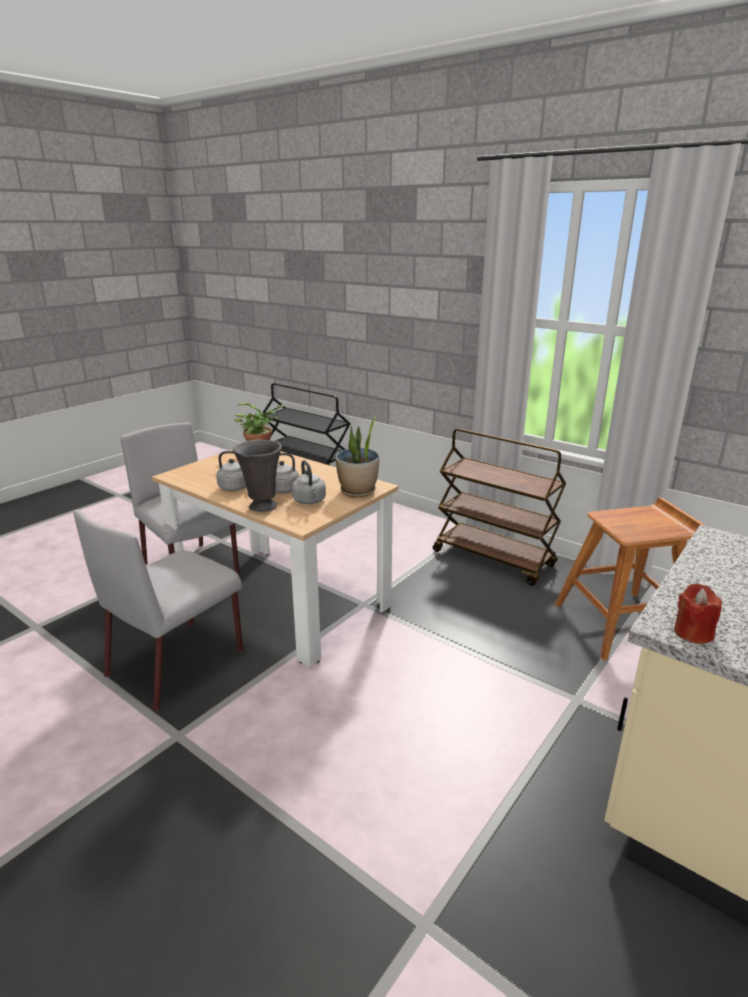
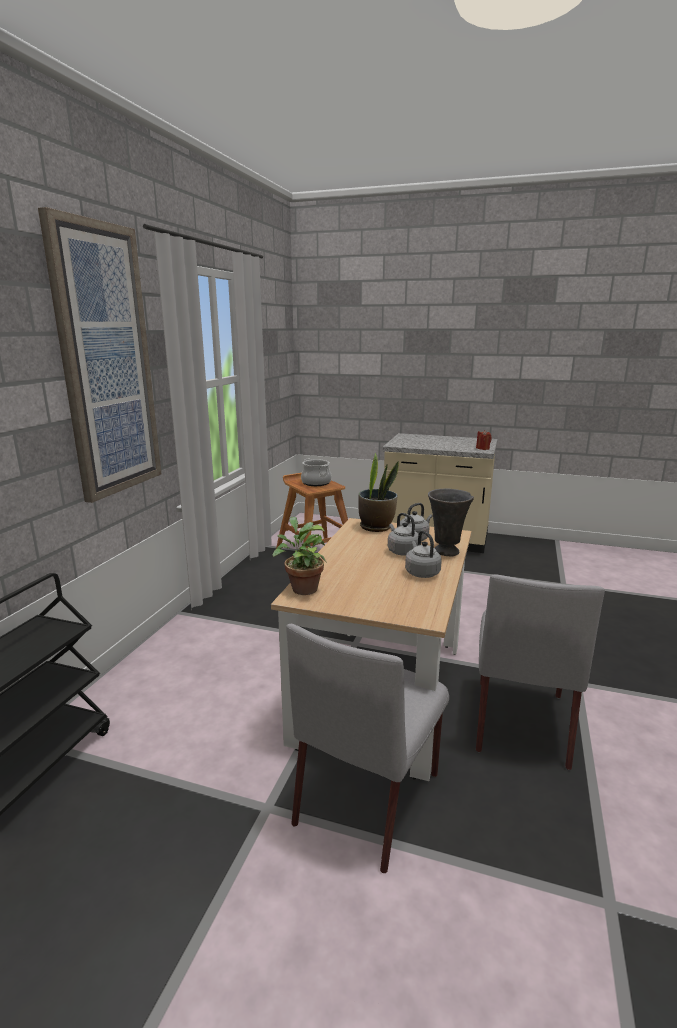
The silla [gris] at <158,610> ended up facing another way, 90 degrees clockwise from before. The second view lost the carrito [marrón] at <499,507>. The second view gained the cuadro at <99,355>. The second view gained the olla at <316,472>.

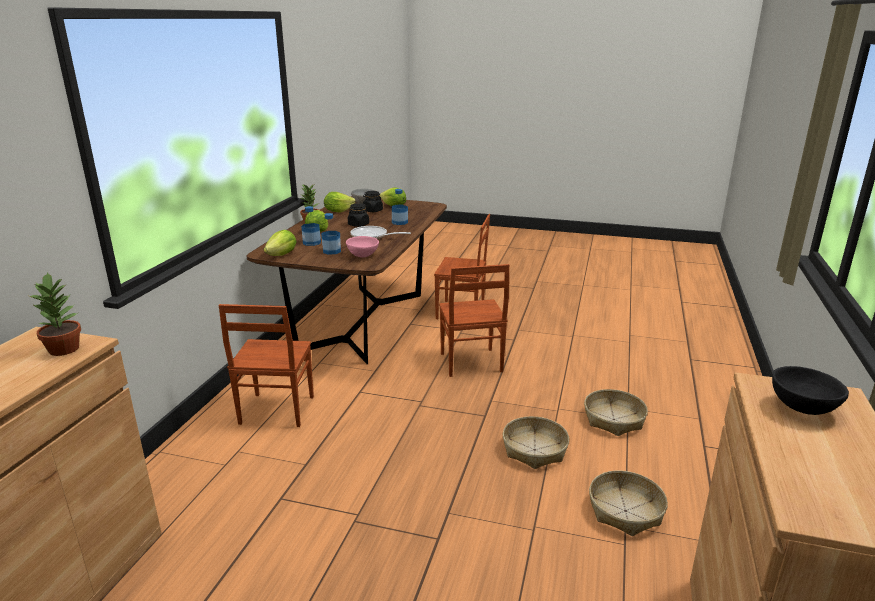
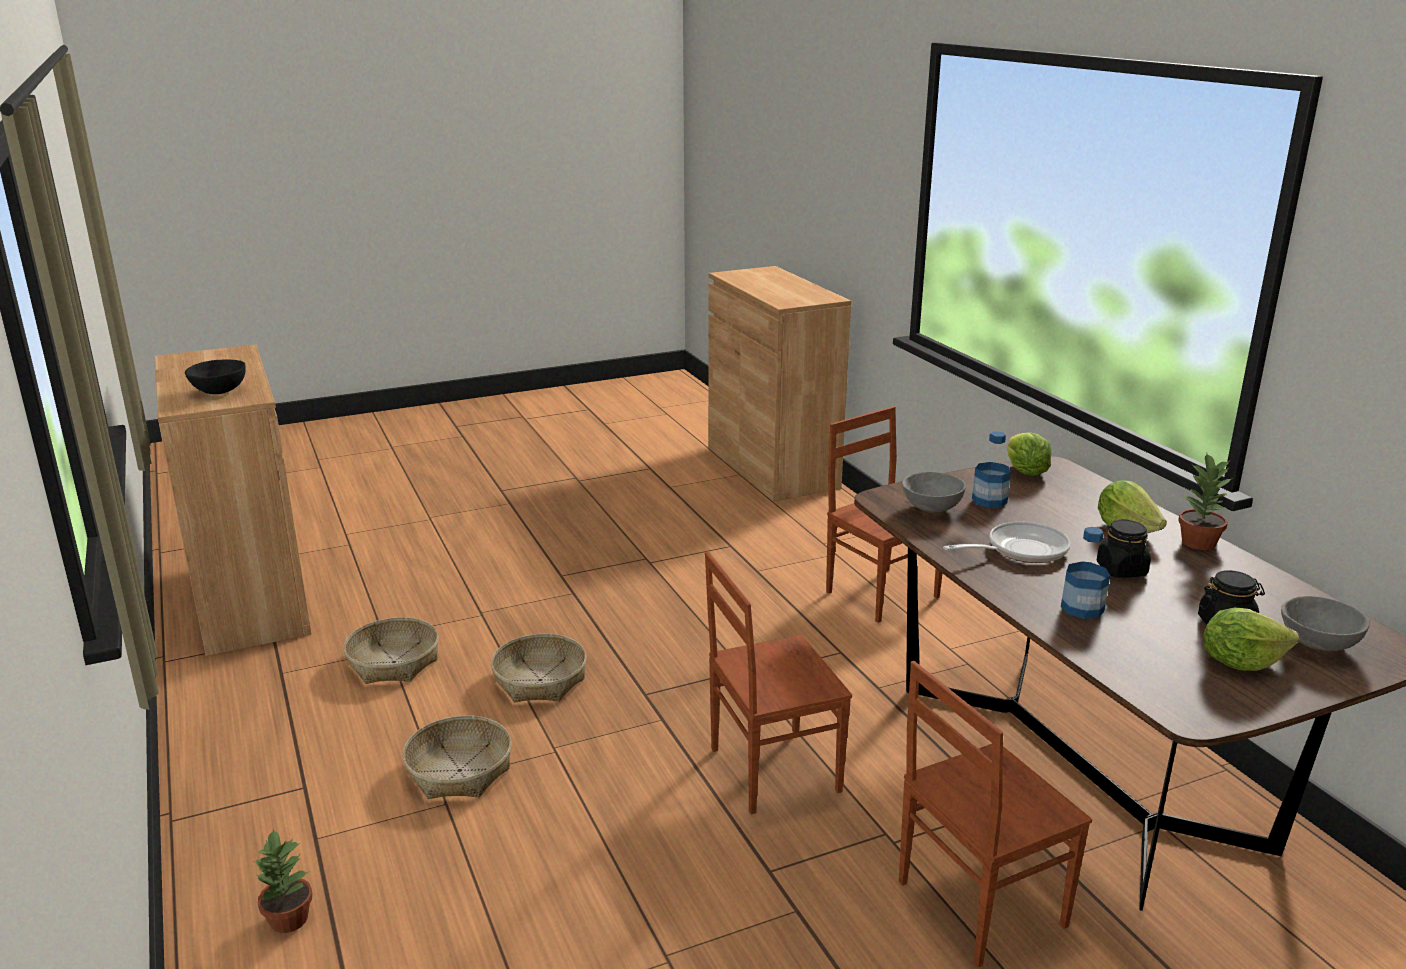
The planta en maceta ended up elsewhere, having gone from <54,314> to <283,881>. The second view lost the botella at <311,226>. The second view lost the lechuga at <340,202>. What was the cuenco [rosa] at <362,247> turned into the cuenco [gris] at <934,492>. The silla [marrón] at <474,320> ended up facing another way, 60 degrees counterclockwise from before.

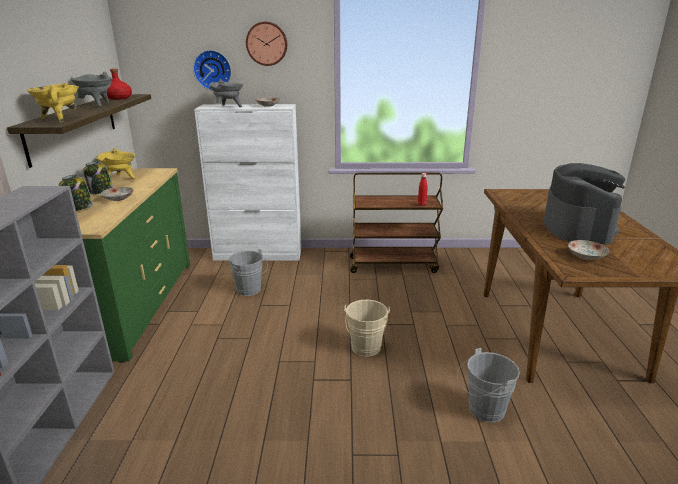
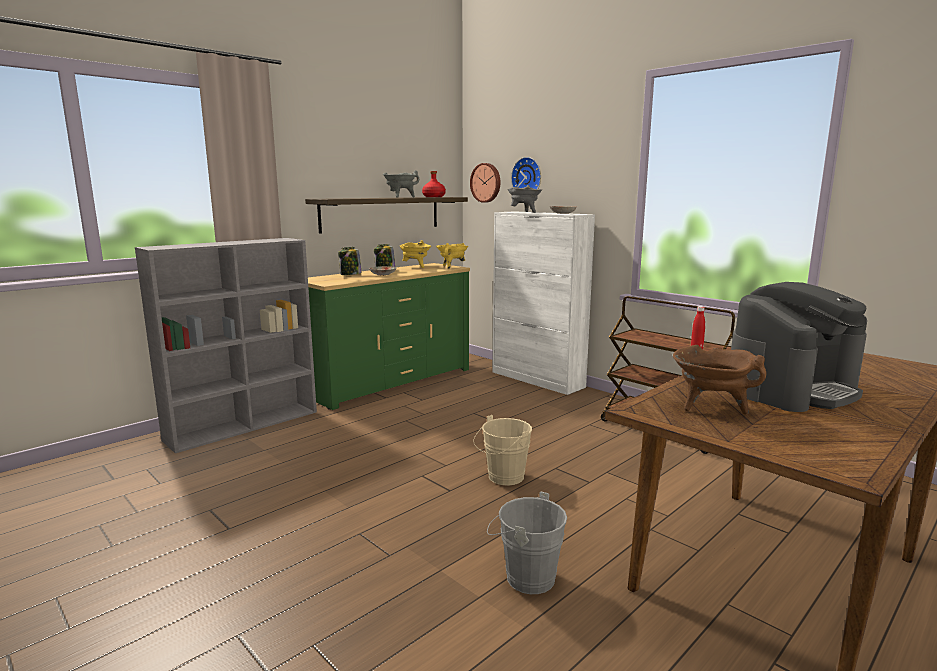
The olla [amarillo] ended up elsewhere, having gone from <53,102> to <452,256>. The second view lost the cubo [gris] at <248,272>. The reloj de pared ended up elsewhere, having gone from <266,44> to <485,183>. Where the plato stood at <588,250>, the olla [marrón] came to stand at <719,380>.

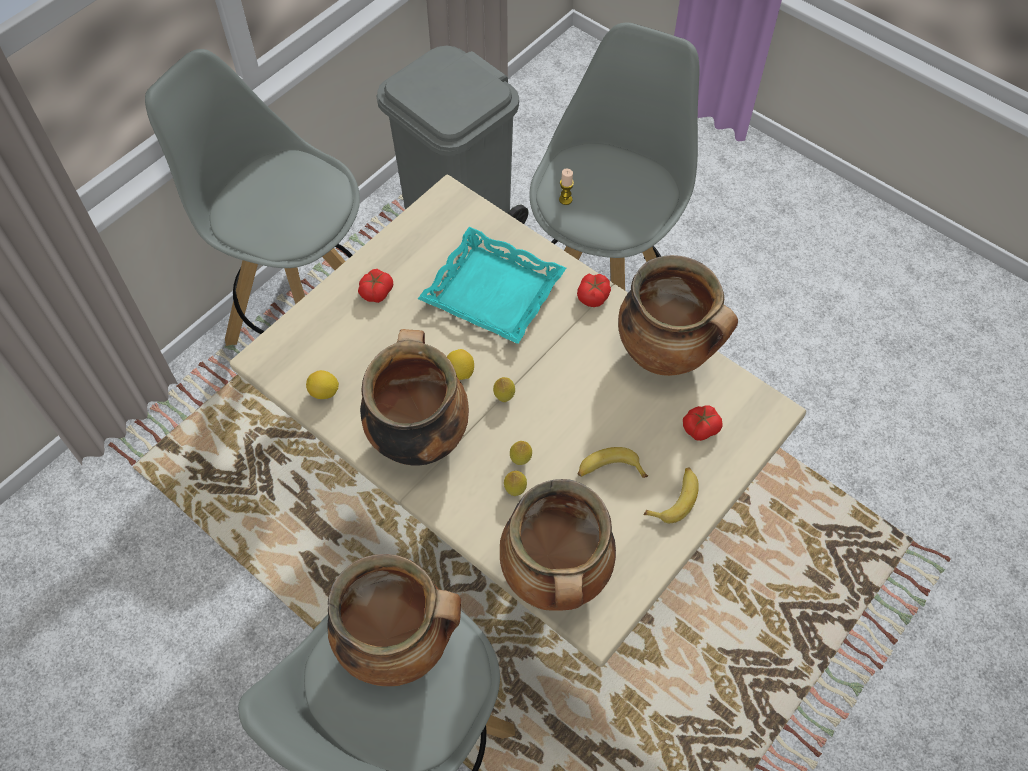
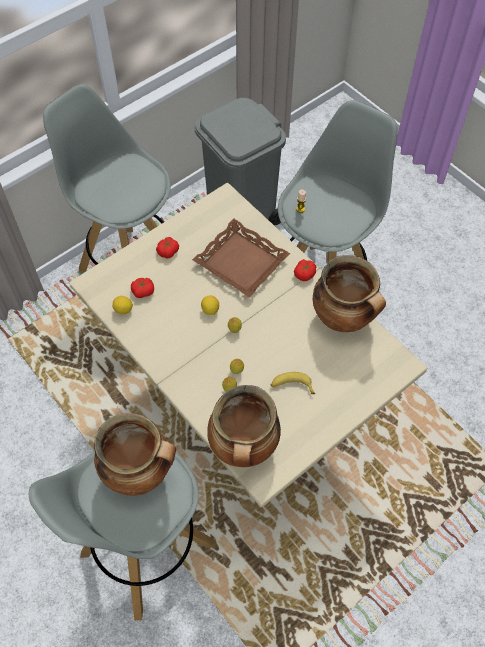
The second view lost the olla at <414,397>. What was the bandeja [turquesa] at <492,285> turned into the bandeja [marrón] at <241,257>. The second view lost the plátano at <671,495>. The tomate ended up elsewhere, having gone from <703,423> to <142,288>.

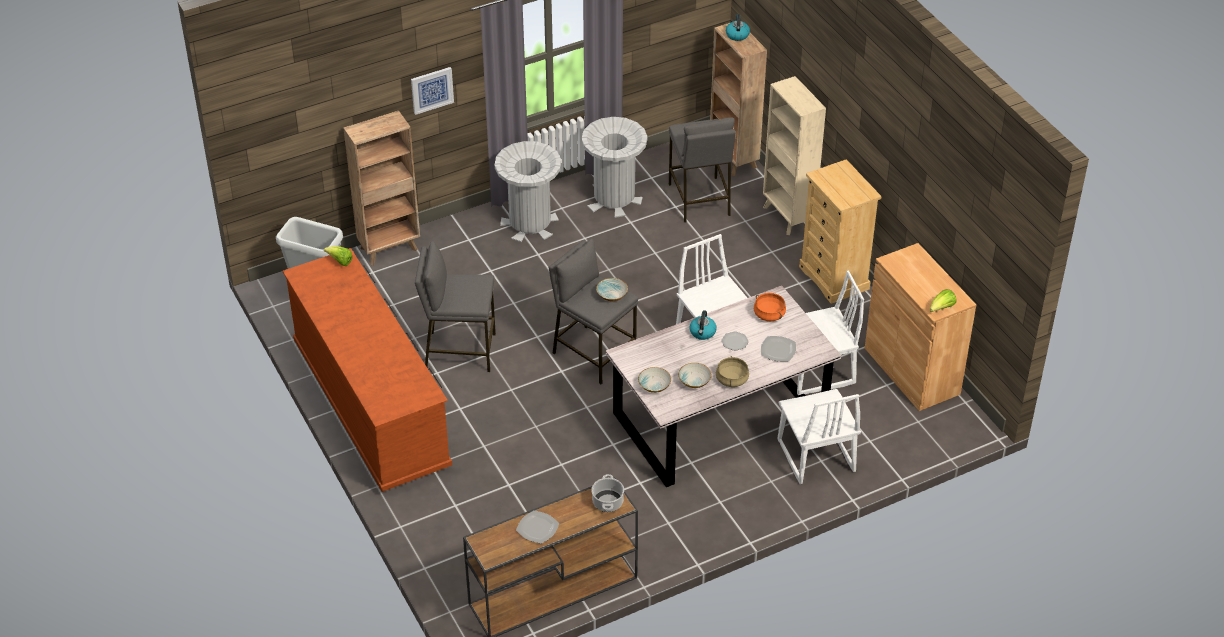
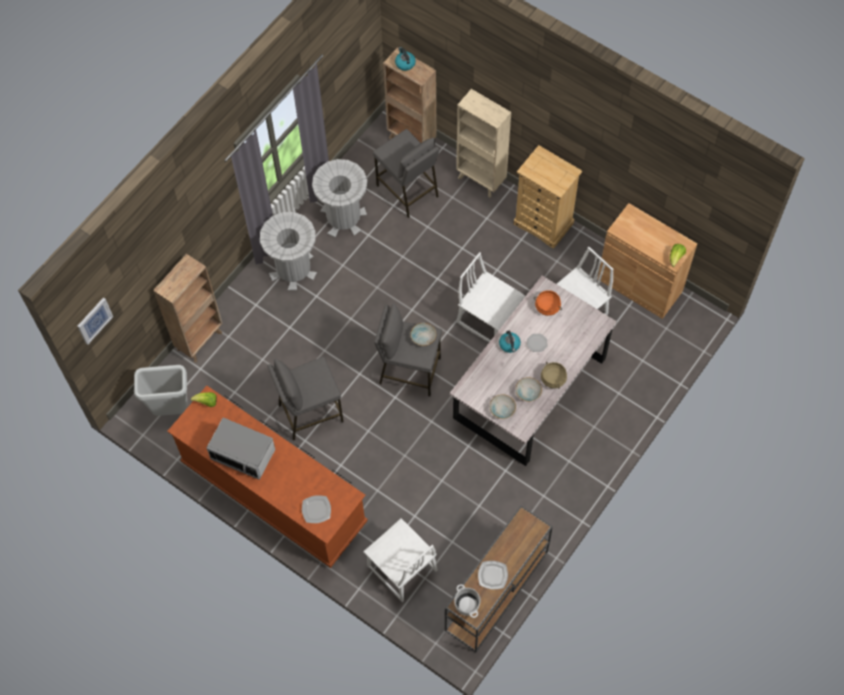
The cuadro ended up elsewhere, having gone from <432,91> to <95,321>. The olla ended up elsewhere, having gone from <607,493> to <467,601>. The plato ended up elsewhere, having gone from <778,348> to <316,509>. The silla [blanco] ended up elsewhere, having gone from <819,436> to <400,560>. The second view gained the microondas at <241,449>.

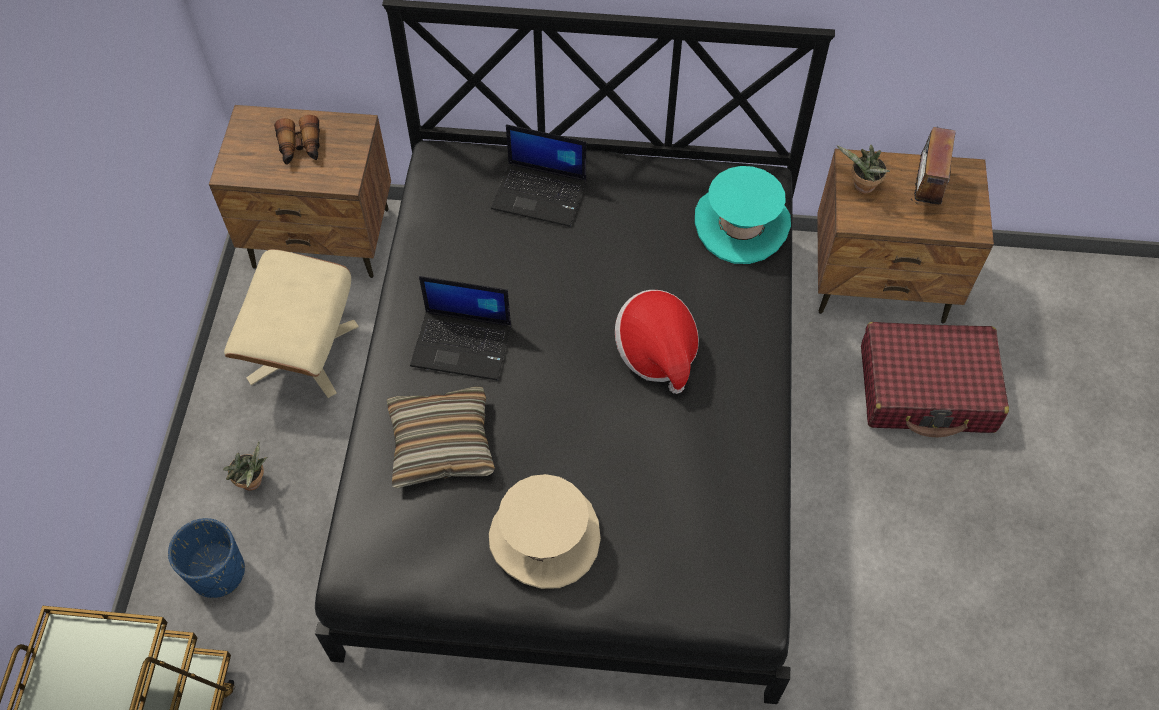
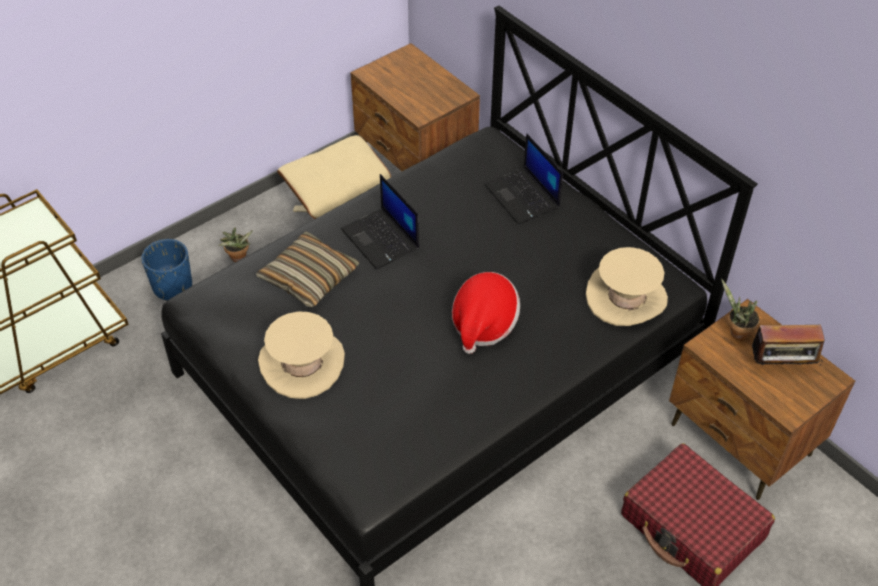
The second view lost the prismáticos at <297,140>. What was the sombrero [turquesa] at <743,215> turned into the sombrero [beis] at <627,286>. The radio at <929,165> ended up facing another way, 150 degrees counterclockwise from before.

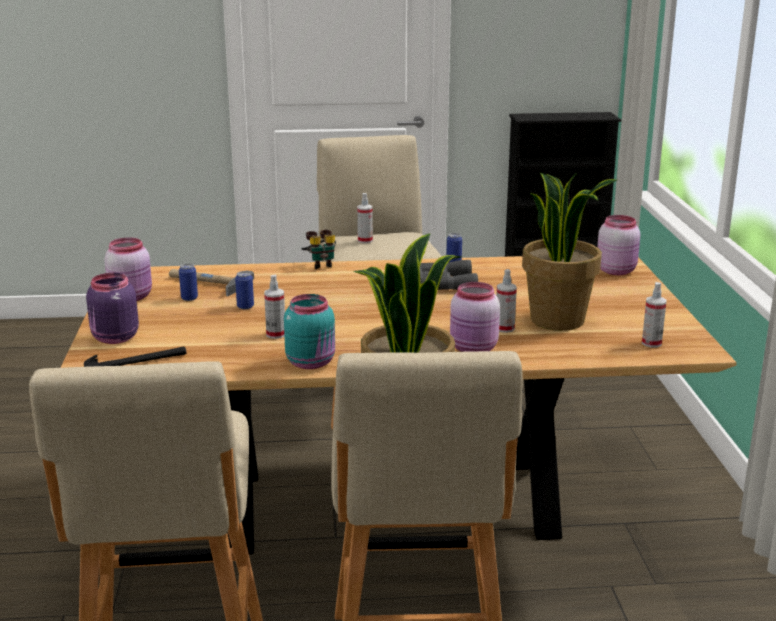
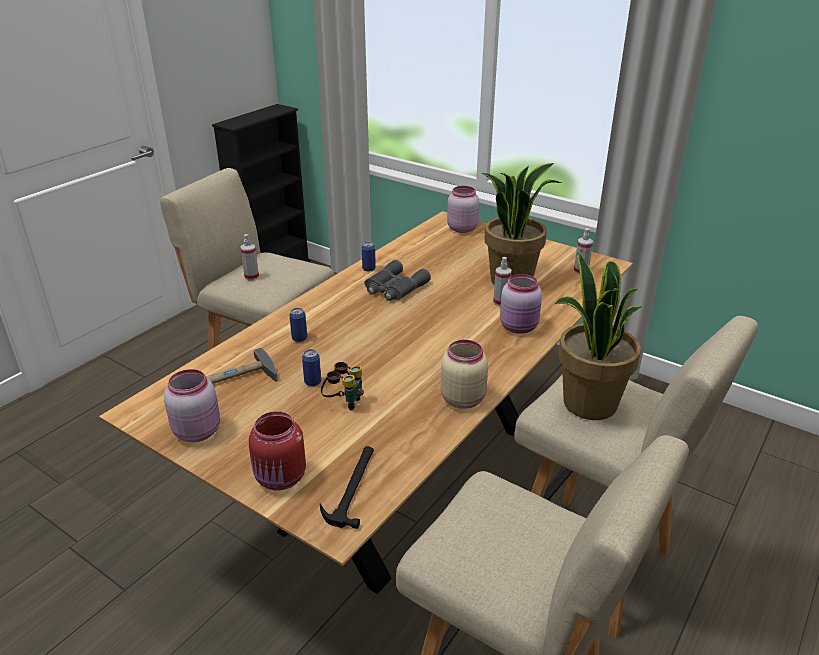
What was the tarro [morado] at <112,308> turned into the tarro [rojo] at <277,451>. The lata ended up elsewhere, having gone from <188,282> to <298,325>. The second view lost the pulverizador at <274,307>. What was the tarro [turquesa] at <309,331> turned into the tarro [beis] at <464,374>. The prismáticos ended up elsewhere, having gone from <319,249> to <342,386>.

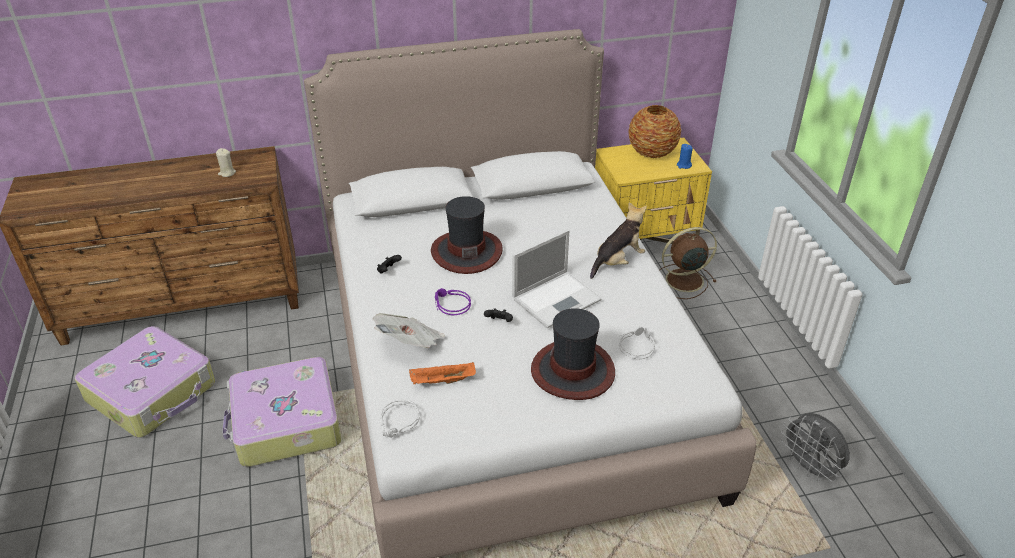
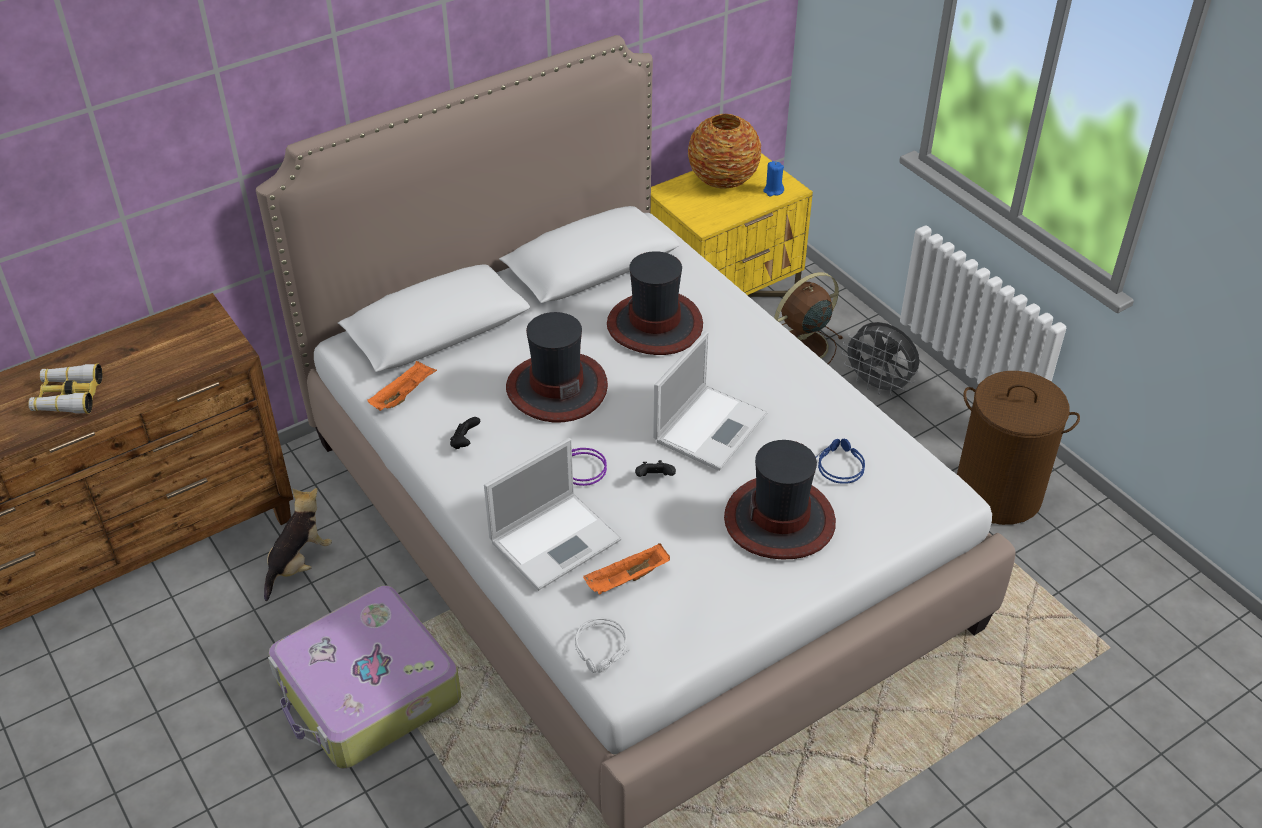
The second view lost the maleta at <145,382>. The second view lost the vela [beis] at <226,162>. Where the periódico stood at <408,330>, the portátil came to stand at <552,514>. The peluche ended up elsewhere, having gone from <618,240> to <298,544>. What was the auriculares [gris] at <637,343> turned into the auriculares [azul] at <840,461>. The ventilador [gris] ended up elsewhere, having gone from <815,447> to <880,359>. The second view gained the prismáticos at <65,388>. The second view gained the bandeja [naranja] at <402,386>. The second view gained the sombrero at <655,303>. The second view gained the cesto de la ropa [marrón] at <1018,448>.

